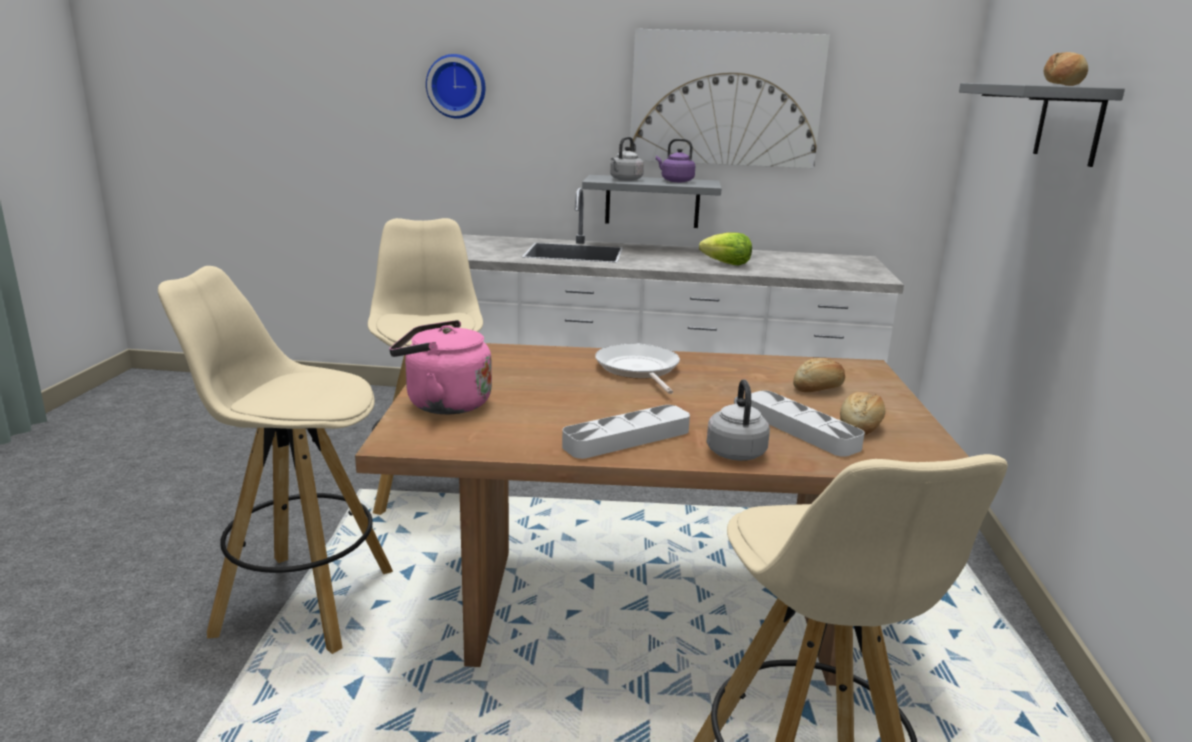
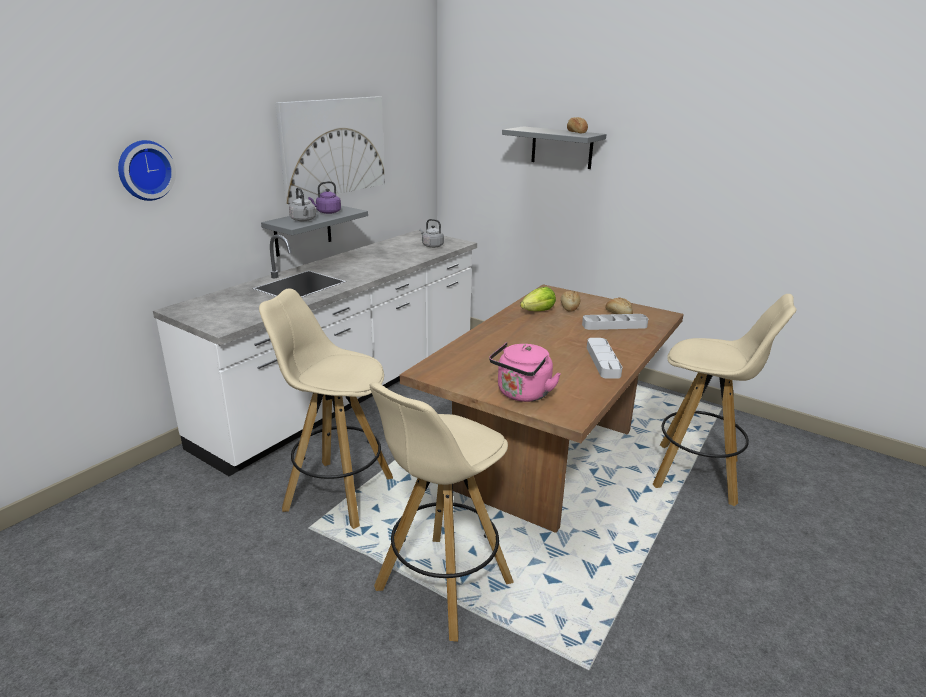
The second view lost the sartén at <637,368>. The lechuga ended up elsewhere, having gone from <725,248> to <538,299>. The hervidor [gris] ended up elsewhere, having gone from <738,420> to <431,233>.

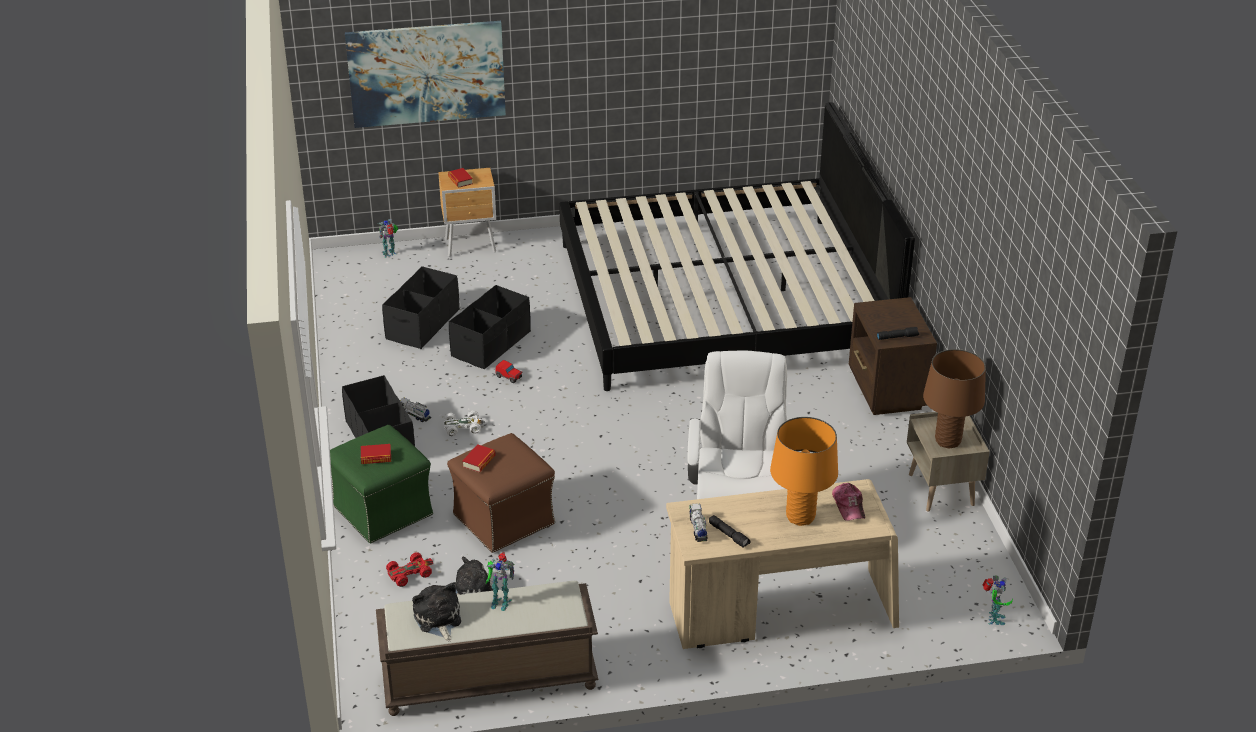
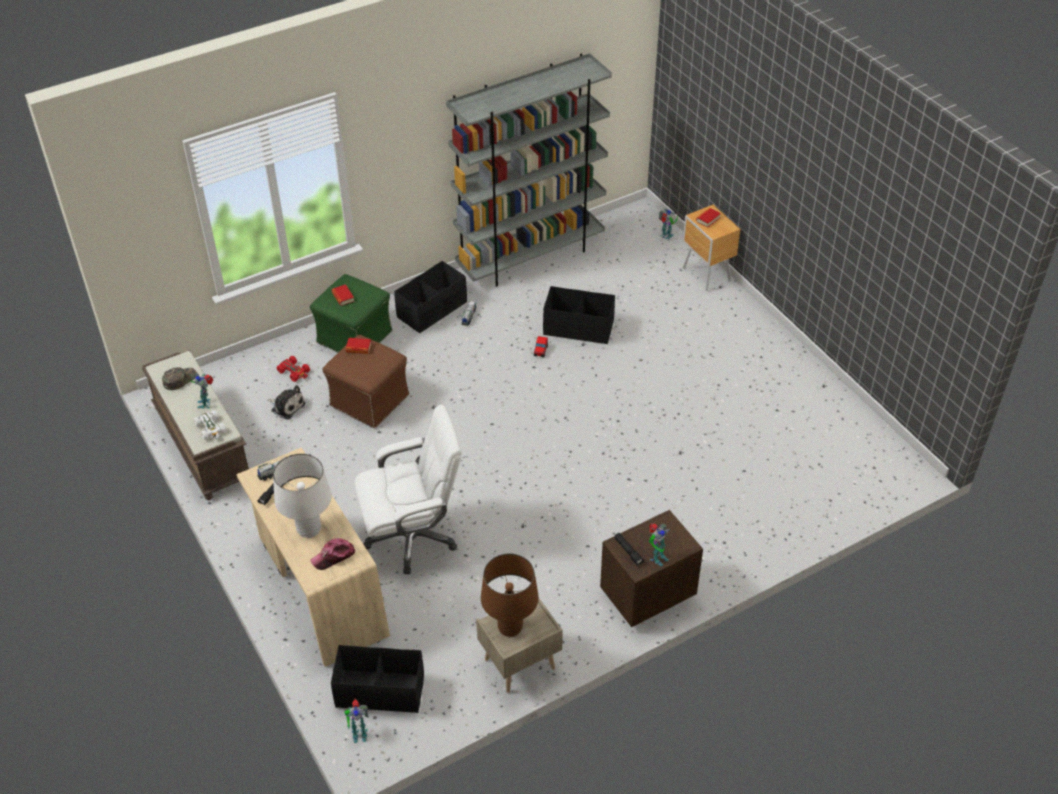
The second view lost the cuadro at <425,74>. The caja de almacenaje [negro] ended up elsewhere, having gone from <421,307> to <377,679>. Where the peluche stood at <436,612>, the gorra [verde] came to stand at <179,378>. The coche de juguete [blanco] ended up elsewhere, having gone from <465,423> to <210,425>. The second view lost the cama at <737,246>. What was the lámpara de mesa [naranja] at <804,471> turned into the lámpara de mesa [blanco] at <302,496>. The second view gained the estantería [gris] at <529,169>. The second view gained the robot de juguete at <659,544>.

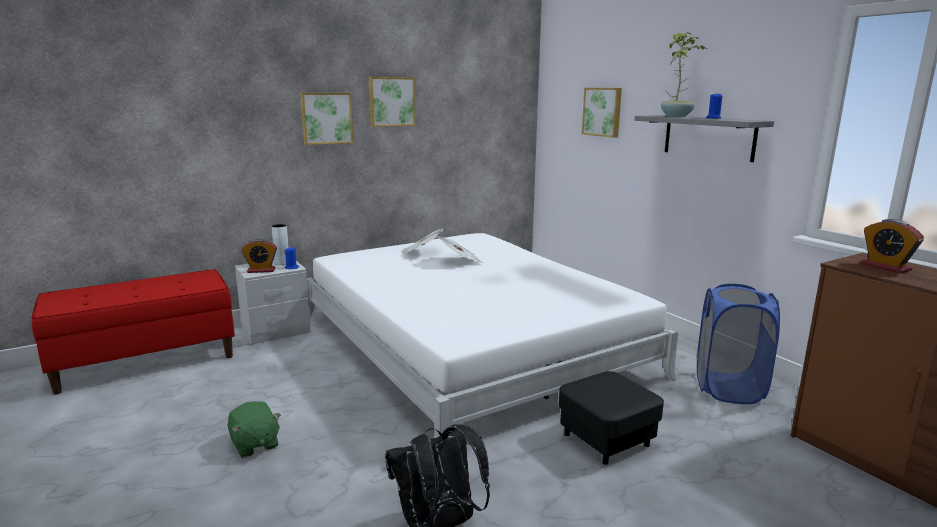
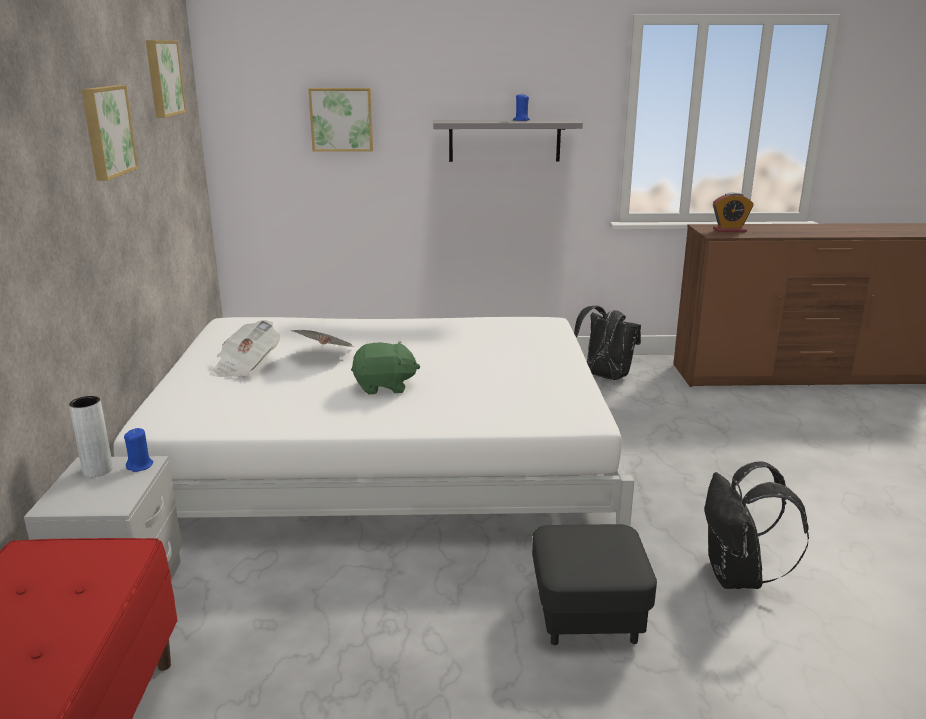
The peluche [verde] ended up elsewhere, having gone from <254,429> to <385,367>. The second view lost the despertador at <259,256>. The cuadro ended up elsewhere, having gone from <327,119> to <166,79>. The puf [negro] ended up elsewhere, having gone from <611,418> to <594,584>. The second view lost the planta en maceta at <684,74>. Where the cesto de la ropa [azul] stood at <738,344>, the mochila [negro] came to stand at <607,343>.

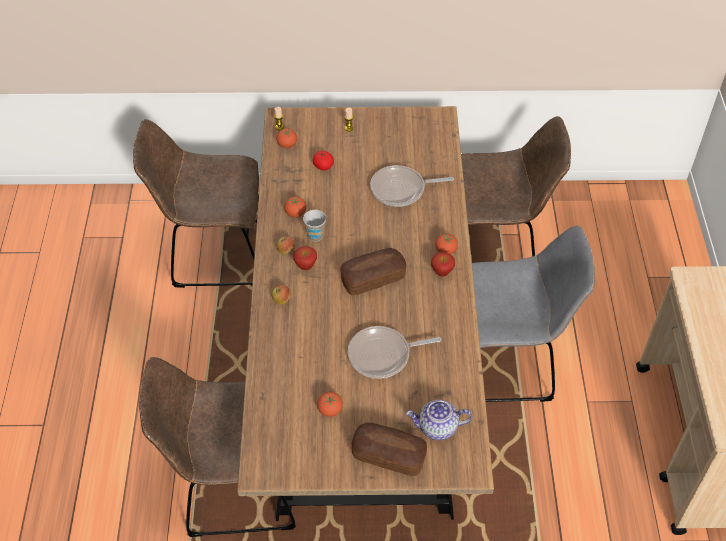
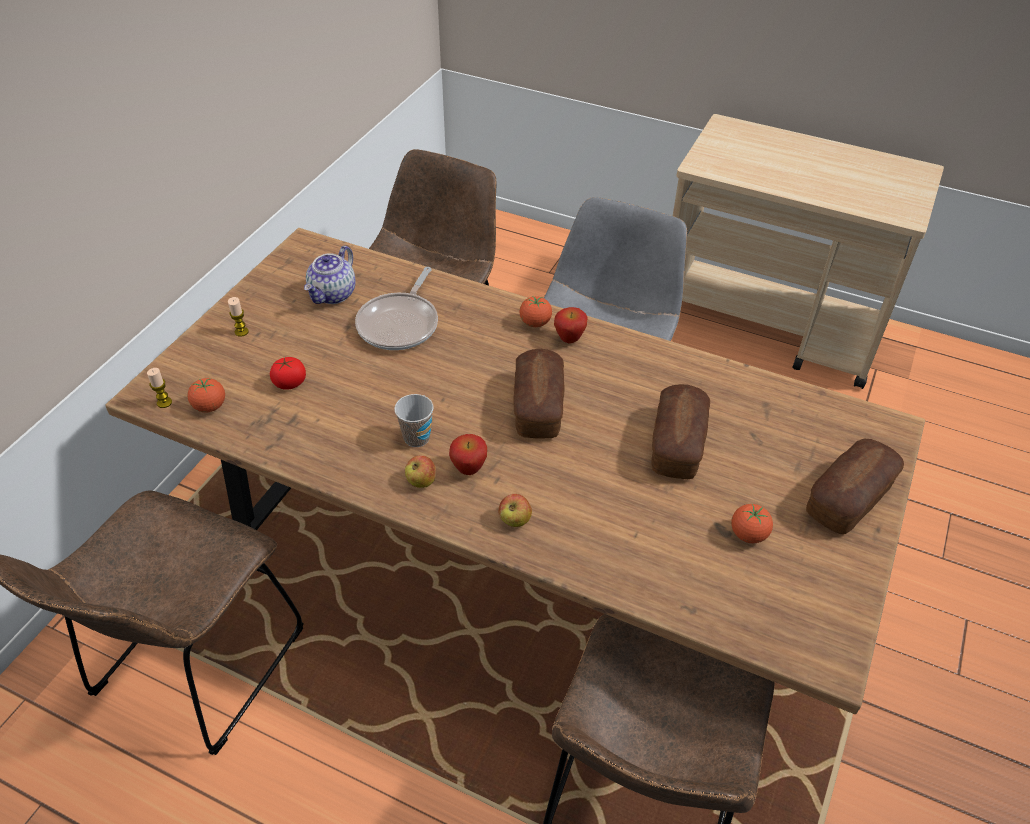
The second view lost the tomate at <295,207>. Where the sartén stood at <395,352>, the pan came to stand at <680,431>. The tetera ended up elsewhere, having gone from <439,420> to <329,275>.

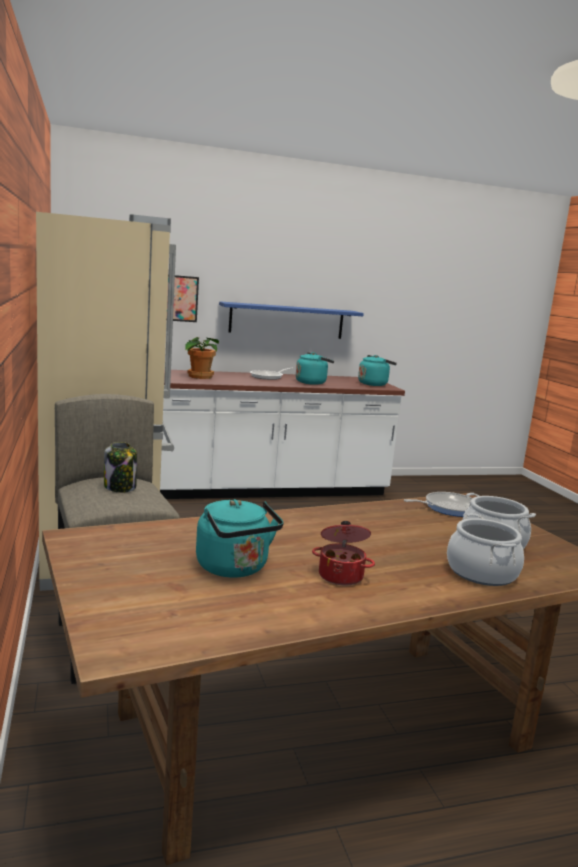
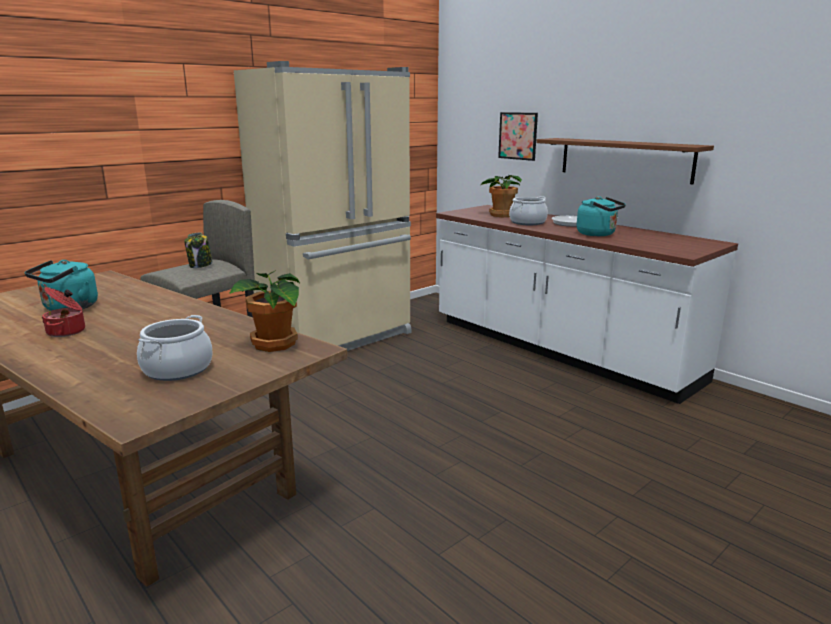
What was the estante [azul] at <291,320> turned into the estante [marrón] at <625,161>. The second view lost the hervidor [turquesa] at <377,370>. Where the sartén stood at <438,504>, the planta en maceta came to stand at <264,311>. The olla ended up elsewhere, having gone from <485,550> to <528,210>.

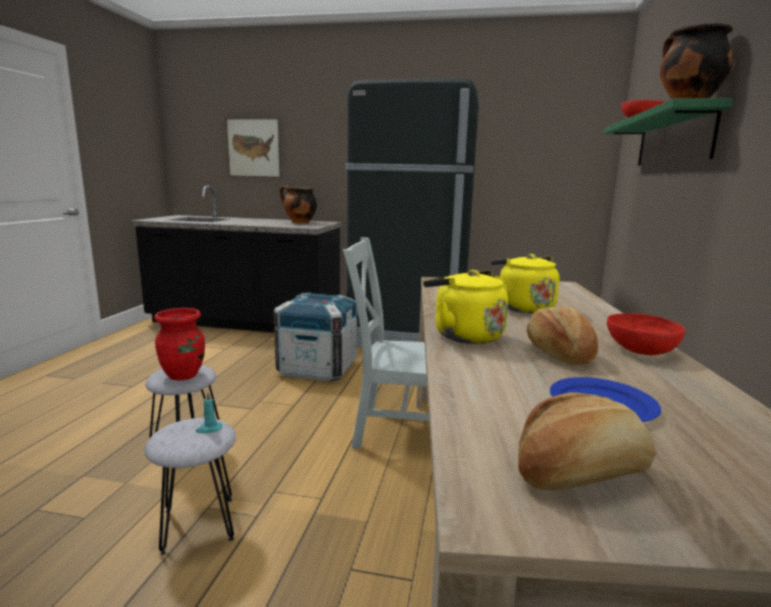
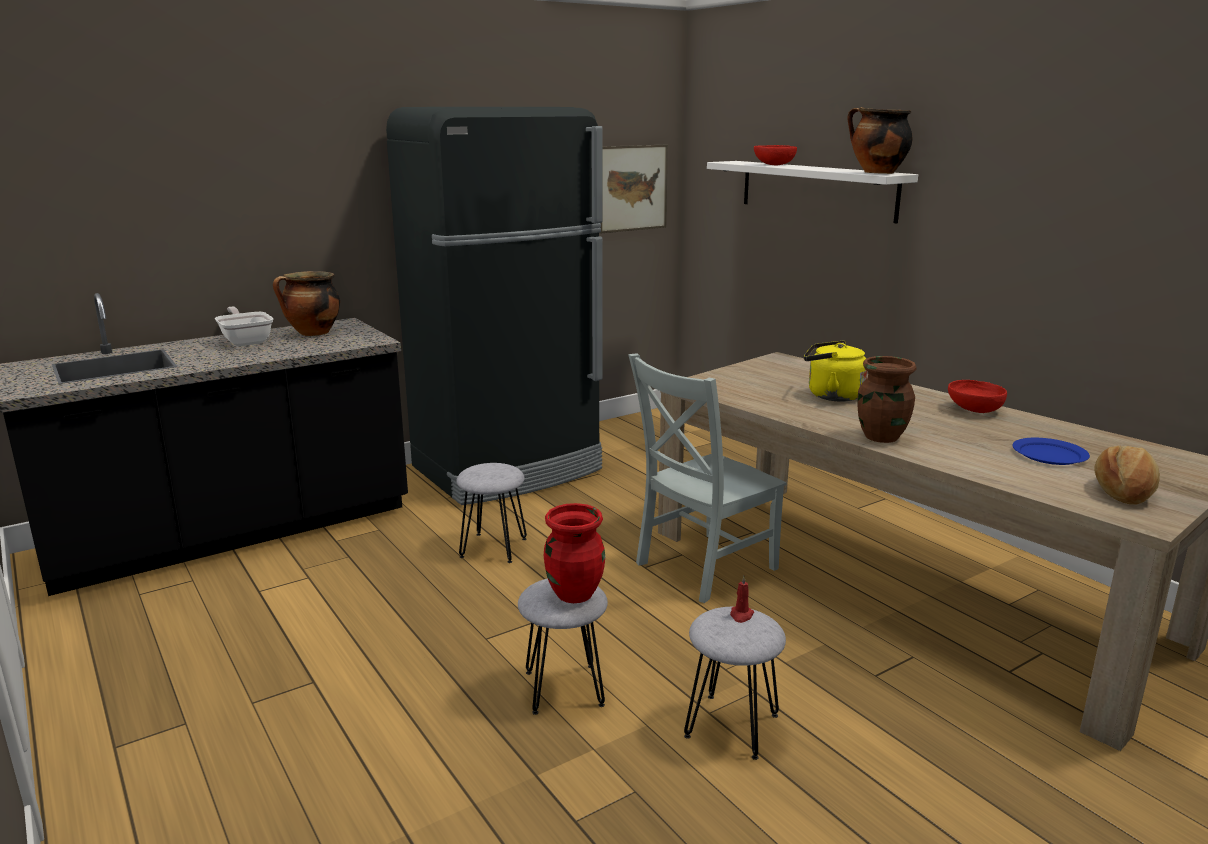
What was the vela [turquesa] at <209,412> turned into the vela [rojo] at <742,599>. The cuadro ended up elsewhere, having gone from <253,147> to <634,189>. Where the caja de embalaje stood at <315,337>, the taburete [gris] came to stand at <491,513>. Where the hervidor [amarillo] stood at <465,307>, the florero [marrón] came to stand at <886,399>. The second view lost the pan at <562,336>. What was the estante [verde] at <668,131> turned into the estante [blanco] at <812,192>. The second view gained the sartén at <244,326>.

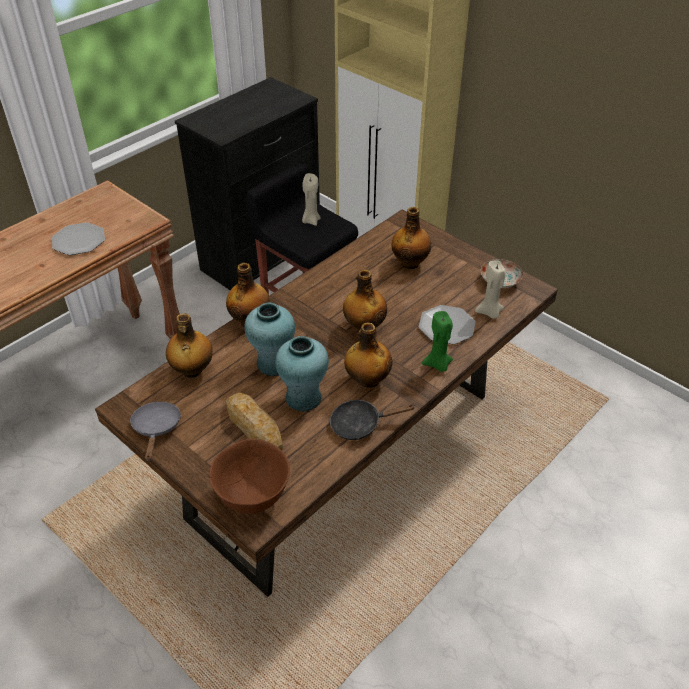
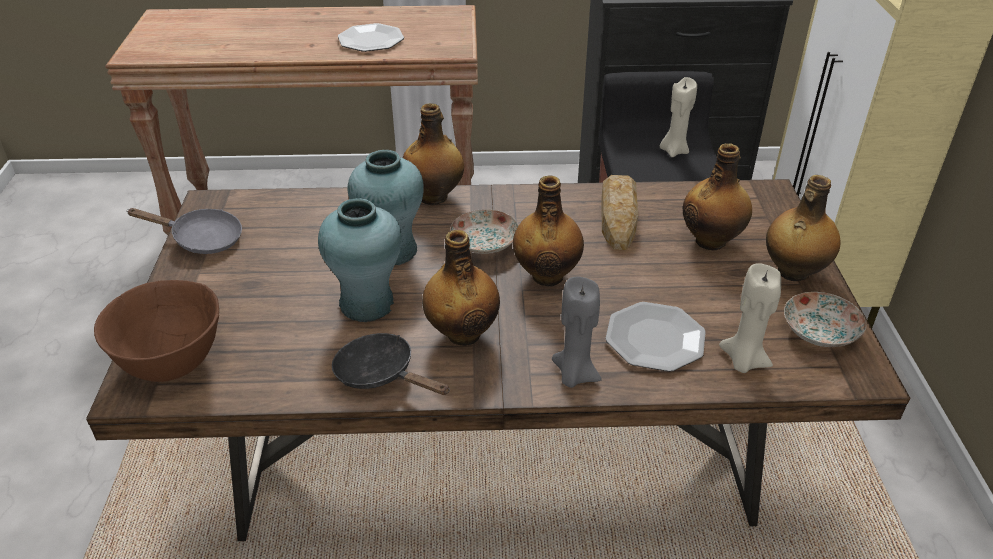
The sartén [gris] at <155,432> ended up facing another way, 60 degrees clockwise from before. The botella ended up elsewhere, having gone from <189,345> to <803,228>. The pan ended up elsewhere, having gone from <254,421> to <619,212>. What was the vela [verde] at <437,341> turned into the vela [gris] at <577,332>. The second view gained the plato at <484,231>.

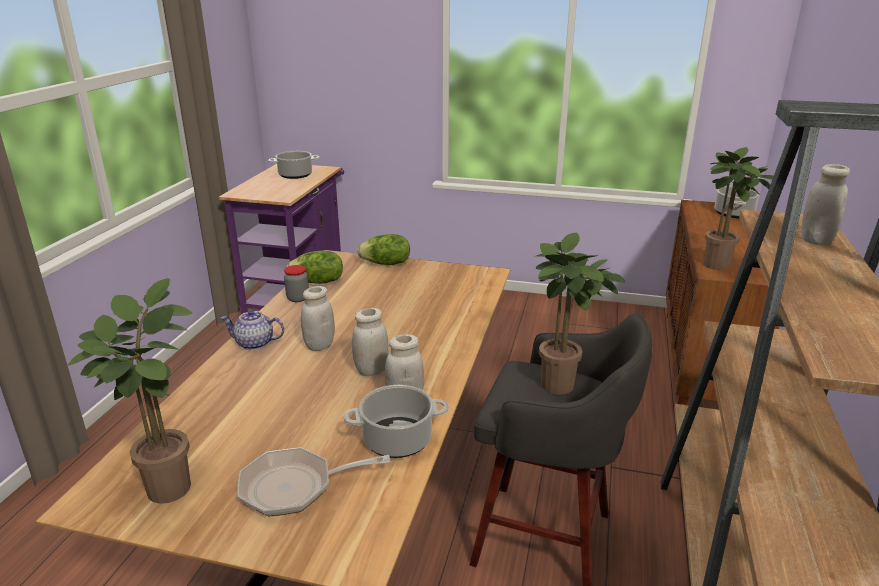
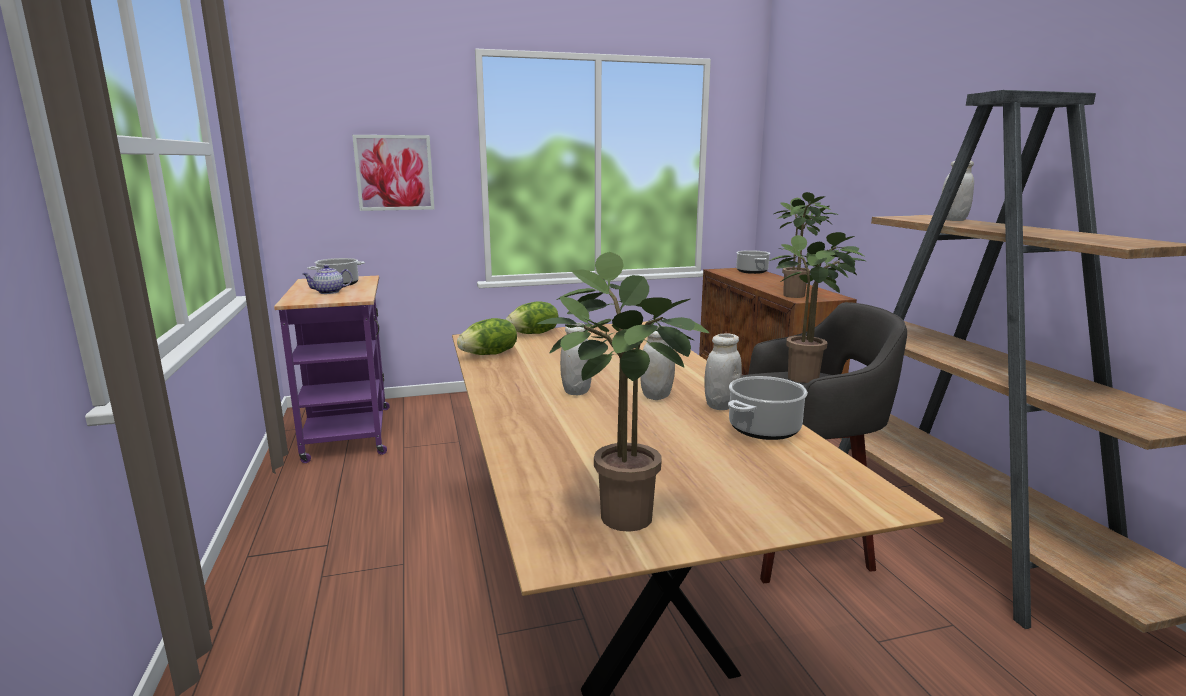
The tetera ended up elsewhere, having gone from <253,330> to <327,279>. The second view lost the sartén at <314,481>. The second view lost the tarro at <296,283>. The second view gained the cuadro at <393,173>.

